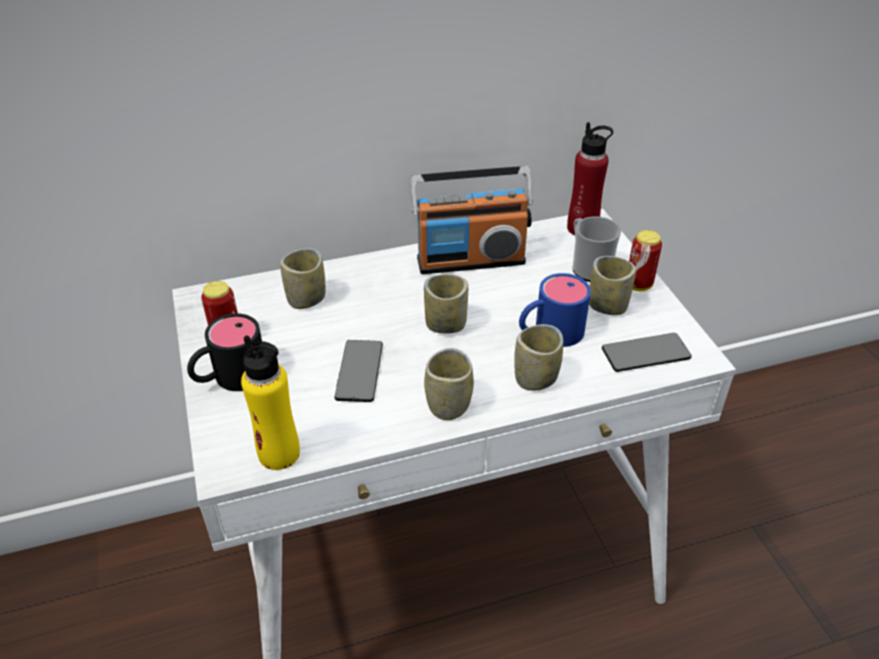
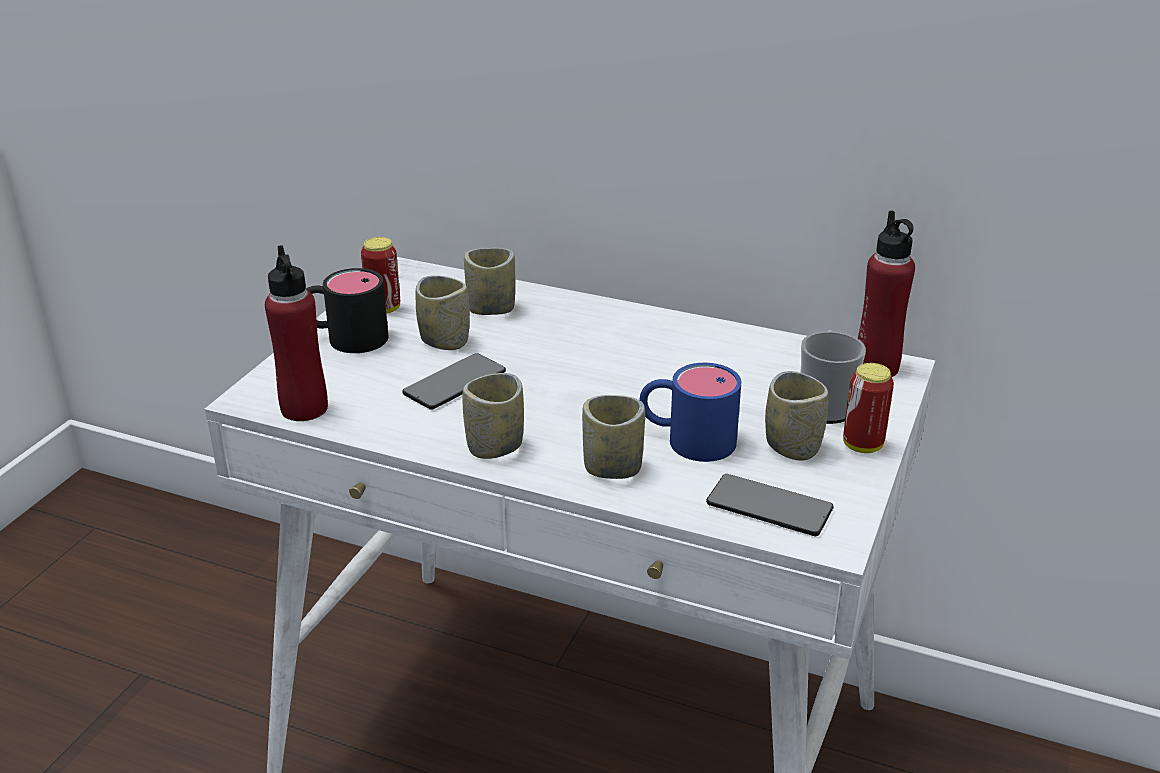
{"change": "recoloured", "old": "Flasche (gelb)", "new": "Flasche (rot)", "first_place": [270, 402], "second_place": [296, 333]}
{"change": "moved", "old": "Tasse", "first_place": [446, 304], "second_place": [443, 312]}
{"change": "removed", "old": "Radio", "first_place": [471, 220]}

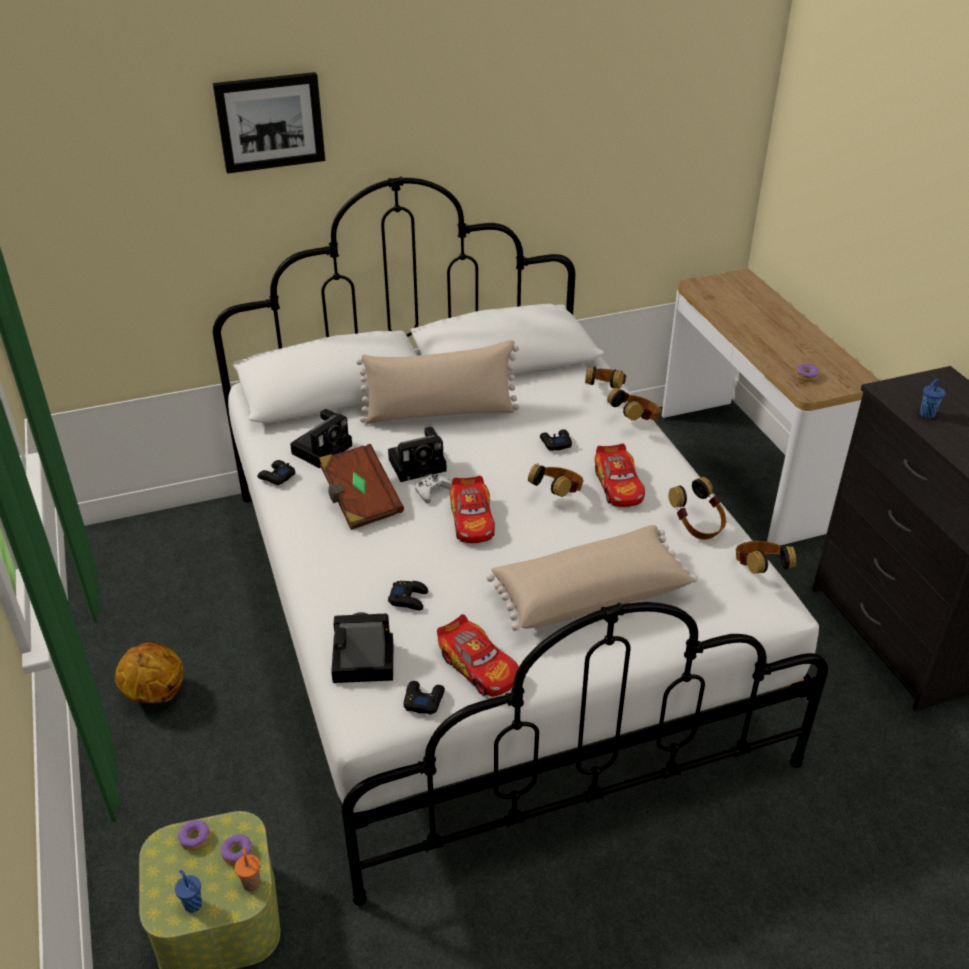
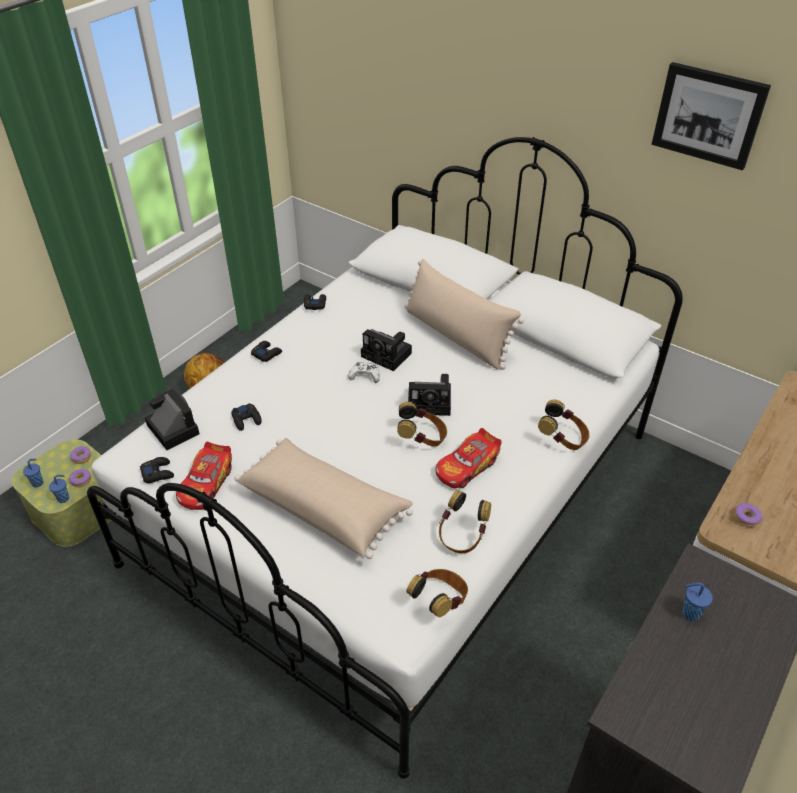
{"change": "recoloured", "old": "Tasse (orange)", "new": "Tasse (blau)", "first_place": [247, 869], "second_place": [59, 489]}
{"change": "moved", "old": "Gamepad (schwarz)", "first_place": [556, 440], "second_place": [266, 351]}
{"change": "moved", "old": "Kamera", "first_place": [321, 438], "second_place": [429, 395]}
{"change": "moved", "old": "Bild", "first_place": [269, 123], "second_place": [711, 116]}
{"change": "removed", "old": "Buch (braun)", "first_place": [361, 487]}
{"change": "removed", "old": "Spielzeugauto", "first_place": [472, 509]}
{"change": "removed", "old": "Kopfhörer", "first_place": [605, 377]}

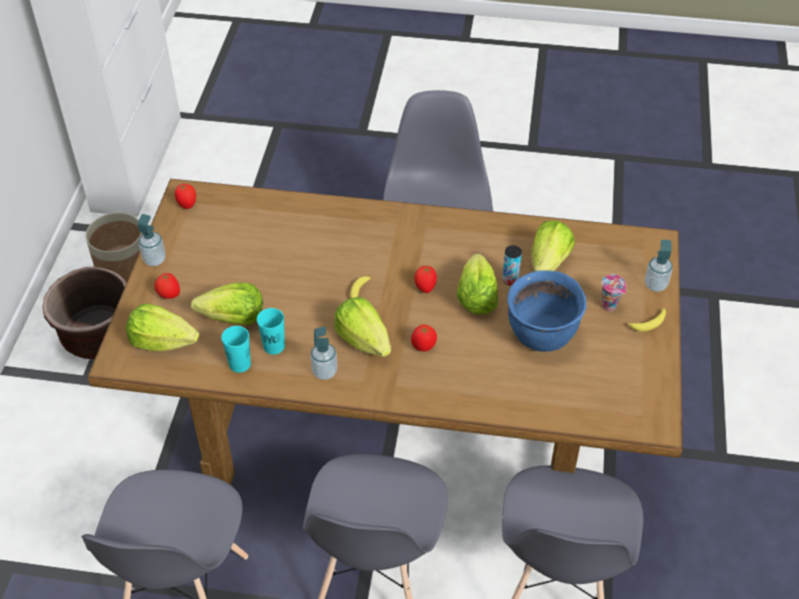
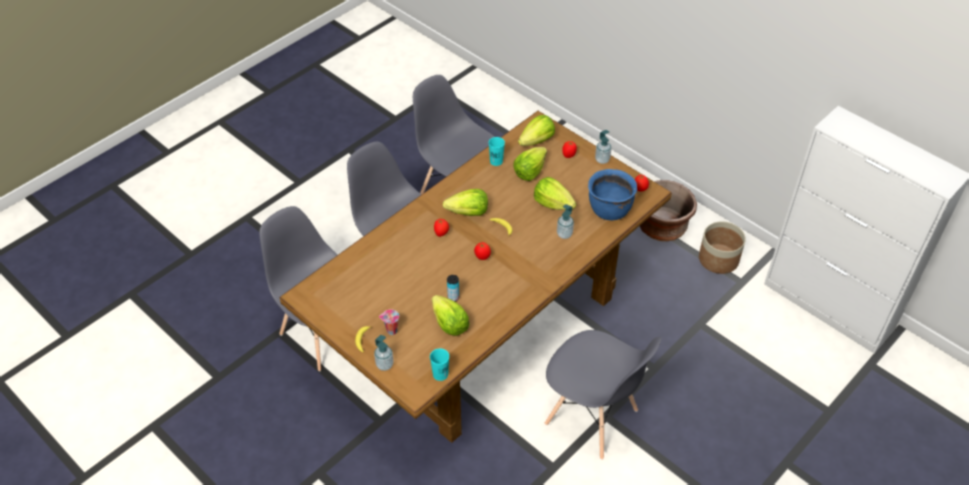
{"change": "moved", "old": "Tasse (türkis)", "first_place": [271, 331], "second_place": [439, 365]}
{"change": "moved", "old": "Salatkopf", "first_place": [477, 284], "second_place": [555, 193]}
{"change": "moved", "old": "Seifenspender", "first_place": [324, 353], "second_place": [565, 221]}
{"change": "moved", "old": "Kochtopf (blau)", "first_place": [546, 311], "second_place": [612, 194]}

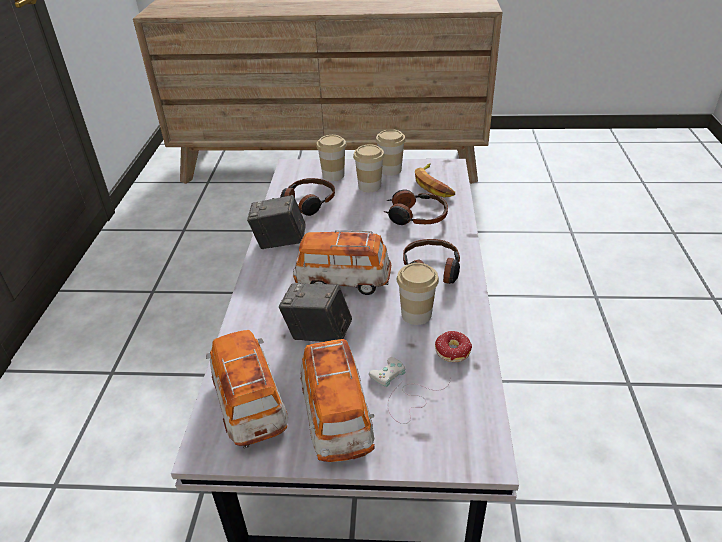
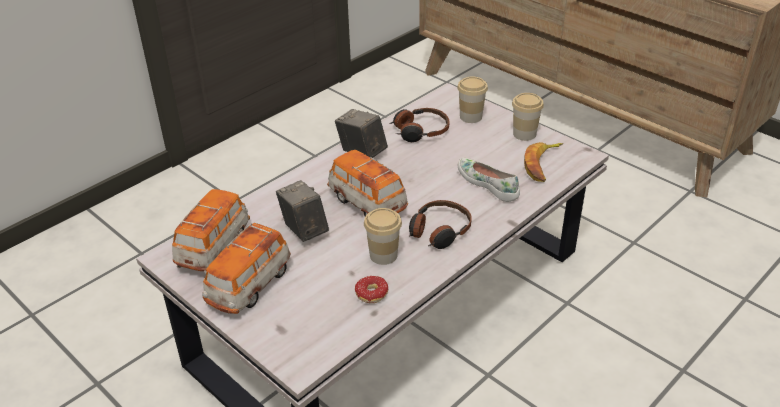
{"change": "replaced", "old": "Kopfhörer", "new": "Schuh (weiß)", "first_place": [415, 207], "second_place": [489, 180]}
{"change": "removed", "old": "Tasse", "first_place": [369, 168]}
{"change": "removed", "old": "Gamepad (weiß)", "first_place": [410, 390]}

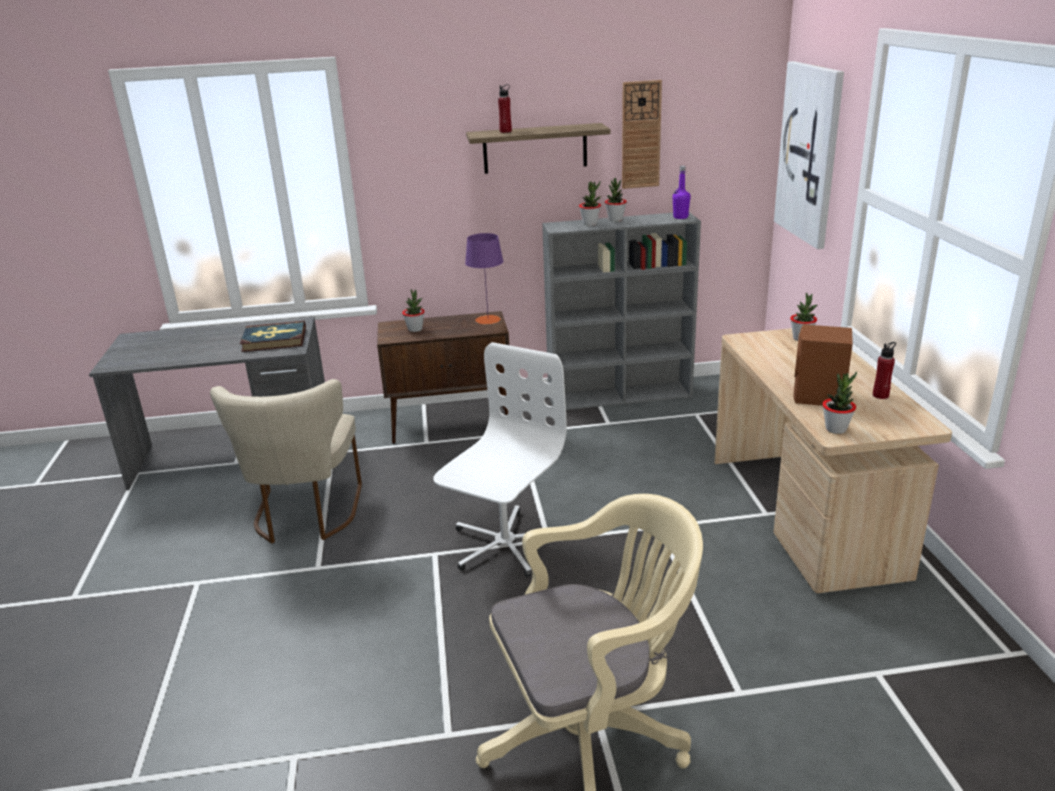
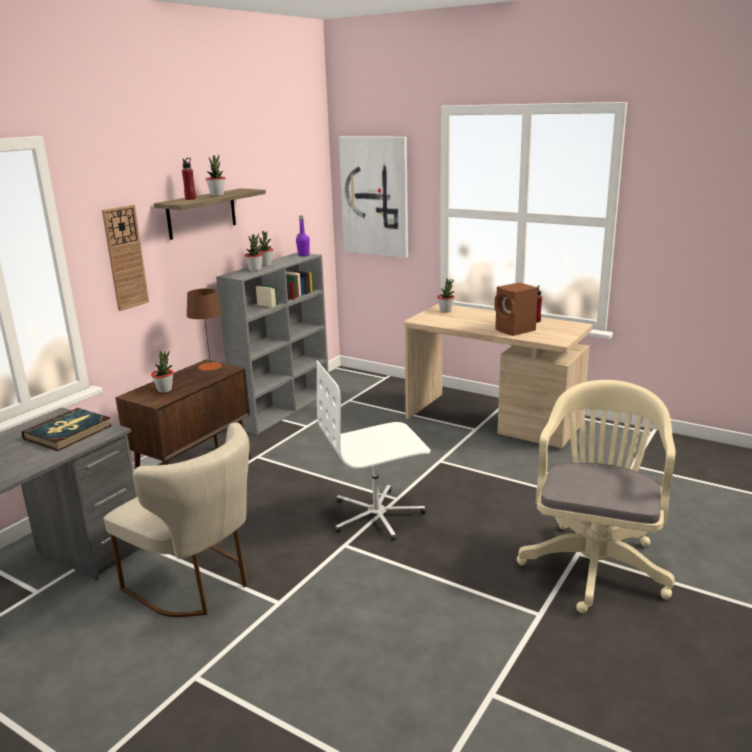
{"change": "moved", "old": "Wanduhr", "first_place": [642, 134], "second_place": [125, 258]}
{"change": "recoloured", "old": "Tischlampe (lila)", "new": "Tischlampe (braun)", "first_place": [484, 278], "second_place": [204, 329]}
{"change": "moved", "old": "Topfpflanze", "first_place": [840, 403], "second_place": [215, 175]}
{"change": "turned", "old": "Bürostuhl (weiß)", "first_place": [500, 459], "second_place": [373, 451], "degrees": -90}

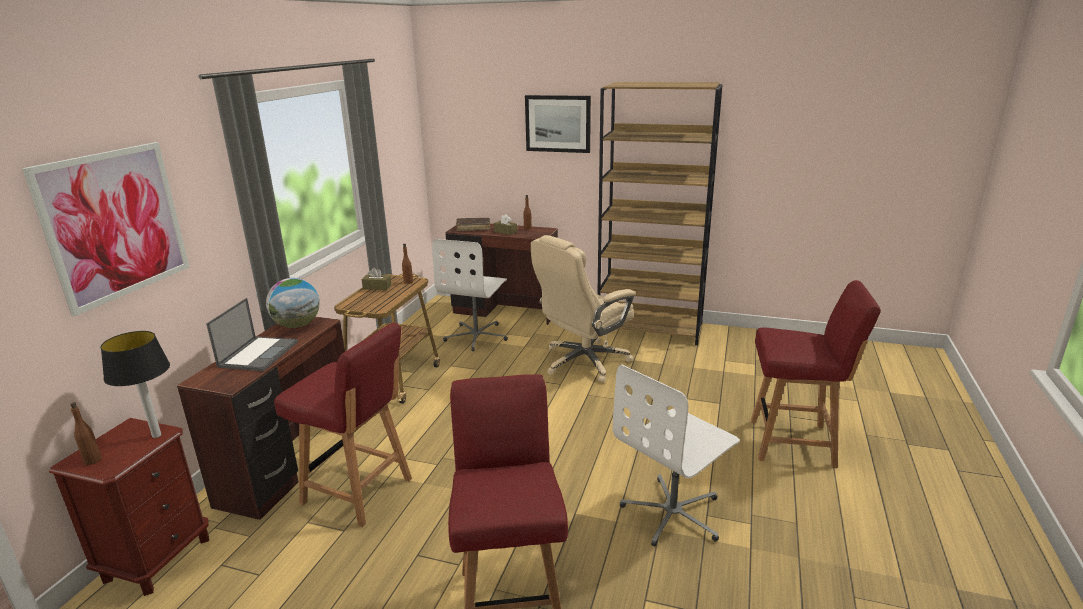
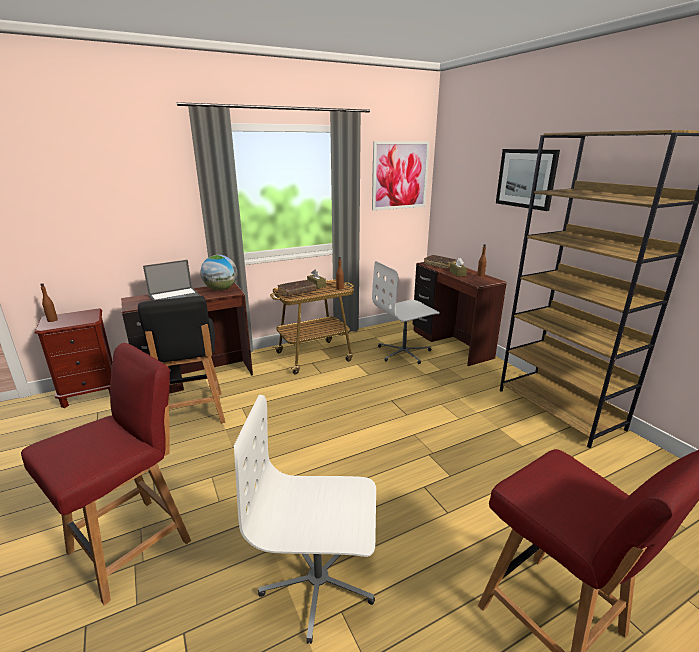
{"change": "recoloured", "old": "Stuhl (rot)", "new": "Stuhl (schwarz)", "first_place": [343, 425], "second_place": [181, 359]}
{"change": "added", "new": "Buch (braun)", "second_place": [296, 288]}
{"change": "moved", "old": "Bild", "first_place": [105, 229], "second_place": [401, 176]}
{"change": "removed", "old": "Tischlampe", "first_place": [135, 384]}
{"change": "removed", "old": "Bürostuhl (beige)", "first_place": [583, 309]}

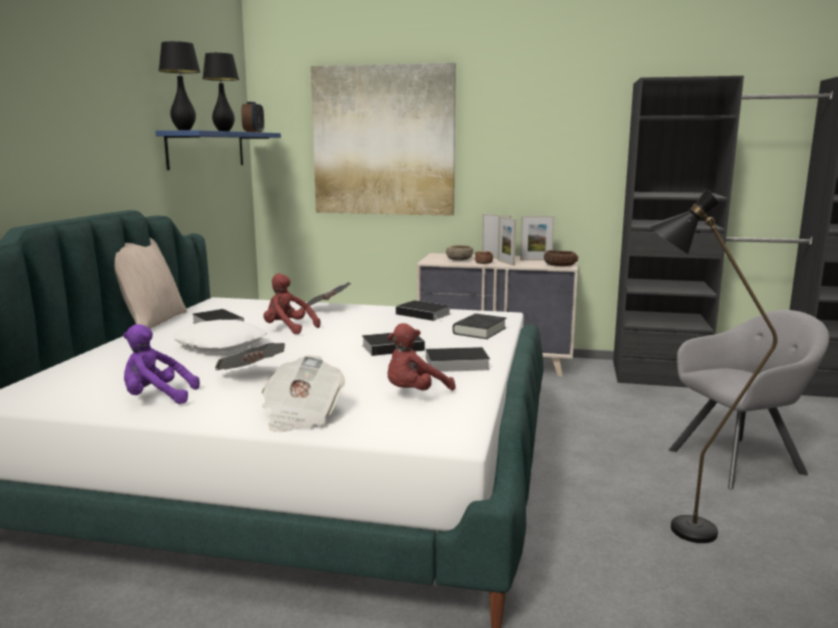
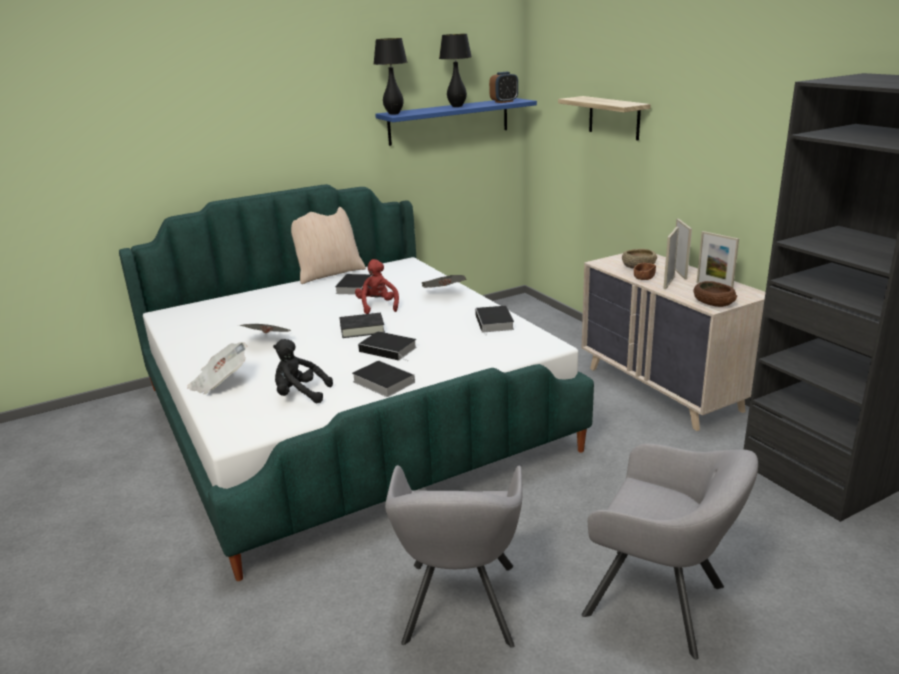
{"change": "recoloured", "old": "Plüschtier (rot)", "new": "Plüschtier (schwarz)", "first_place": [421, 357], "second_place": [303, 371]}
{"change": "moved", "old": "Buch (schwarz)", "first_place": [479, 326], "second_place": [362, 325]}
{"change": "replaced", "old": "Stehlampe (schwarz)", "new": "Sessel (grau)", "first_place": [712, 366], "second_place": [453, 556]}
{"change": "replaced", "old": "Bild", "new": "Wandregal", "first_place": [383, 139], "second_place": [604, 118]}
{"change": "removed", "old": "Plüschtier (lila)", "first_place": [161, 364]}
{"change": "removed", "old": "Kissen (weiß)", "first_place": [220, 336]}

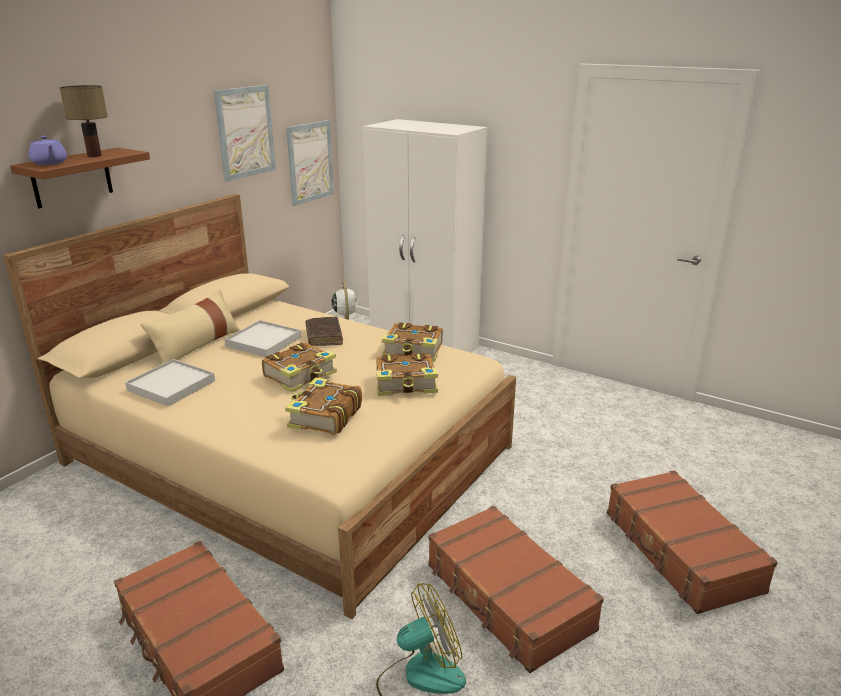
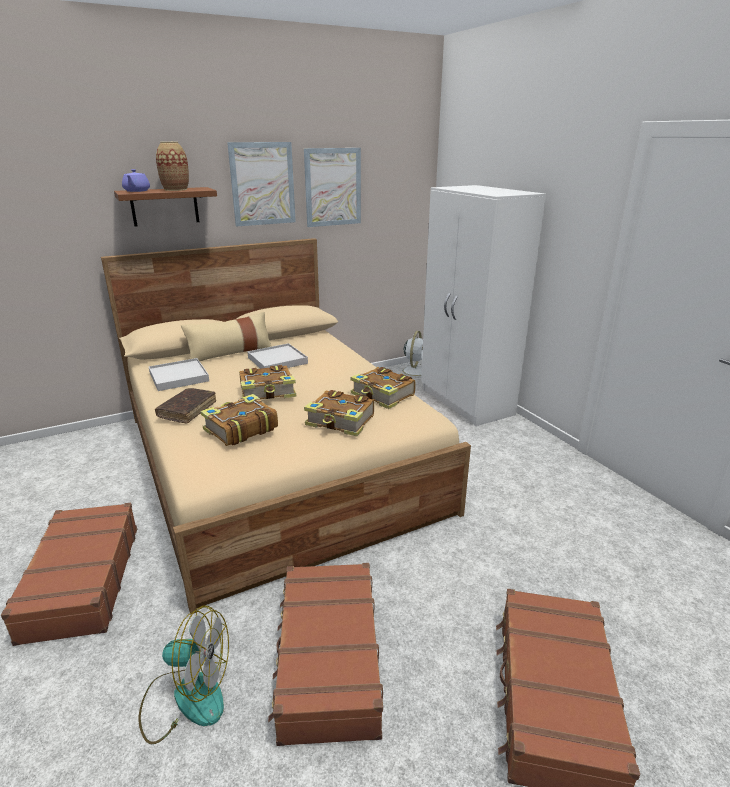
{"change": "moved", "old": "Buch (braun)", "first_place": [324, 331], "second_place": [185, 405]}
{"change": "replaced", "old": "Tischlampe", "new": "Vase", "first_place": [84, 121], "second_place": [172, 166]}
{"change": "moved", "old": "Bild", "first_place": [310, 163], "second_place": [261, 184]}

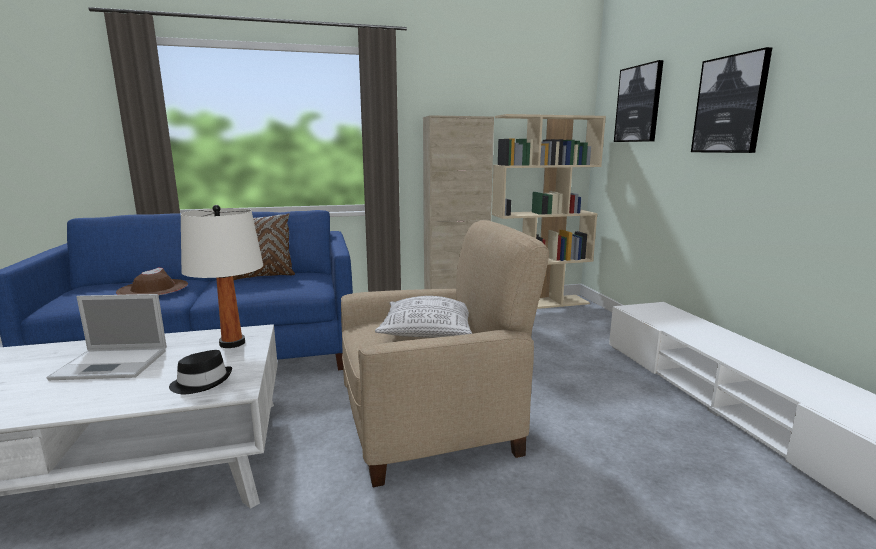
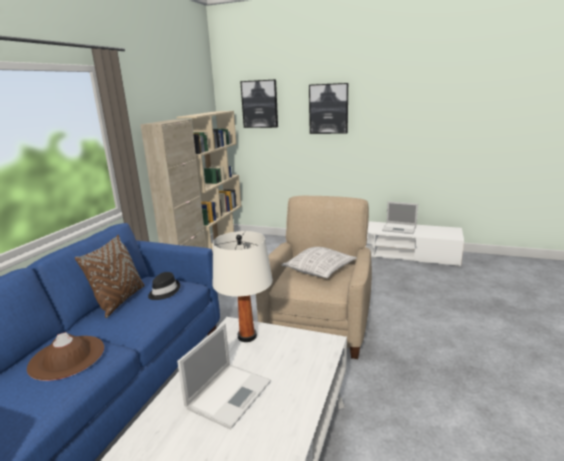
{"change": "moved", "old": "Hut (schwarz)", "first_place": [200, 372], "second_place": [164, 286]}
{"change": "added", "new": "Laptop", "second_place": [400, 217]}

